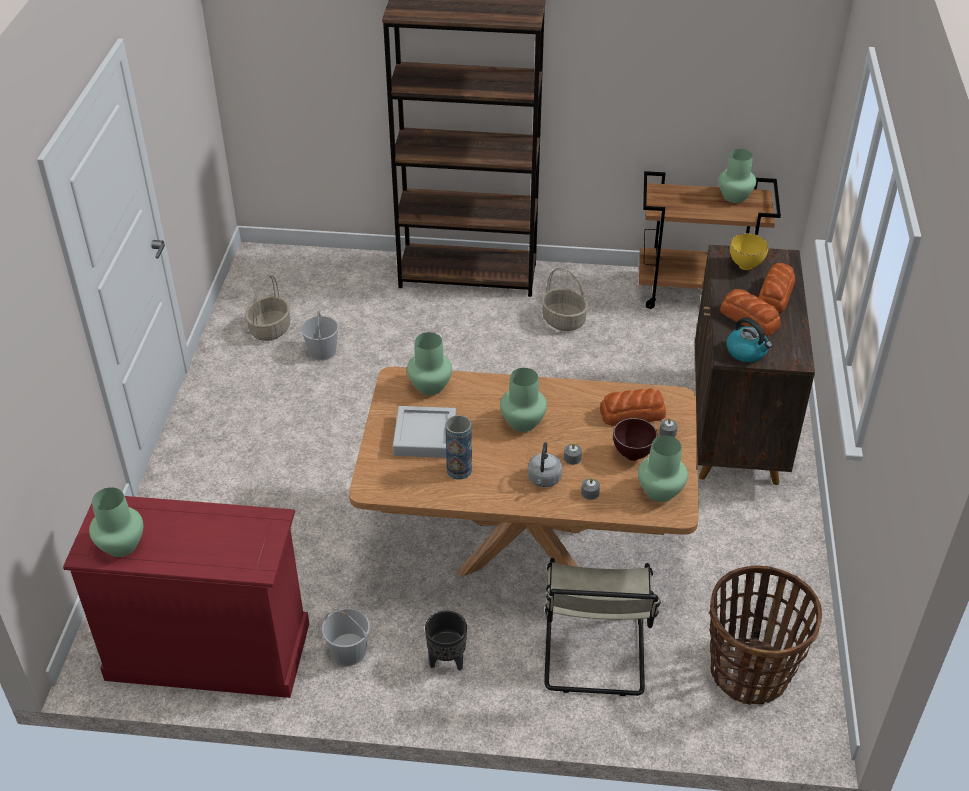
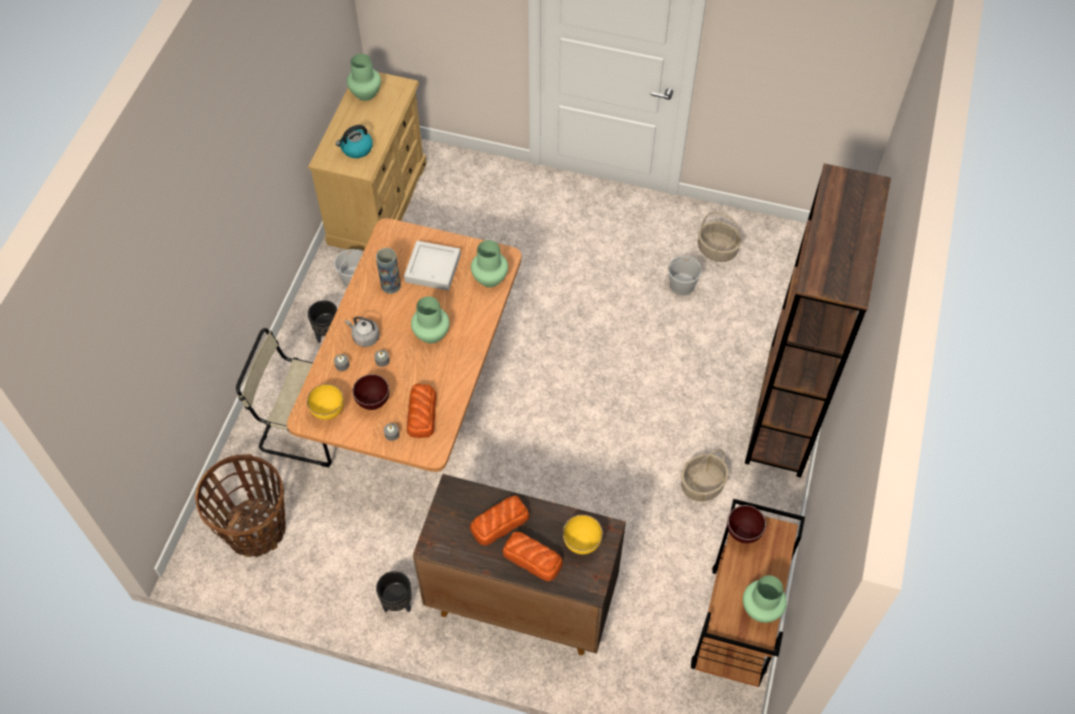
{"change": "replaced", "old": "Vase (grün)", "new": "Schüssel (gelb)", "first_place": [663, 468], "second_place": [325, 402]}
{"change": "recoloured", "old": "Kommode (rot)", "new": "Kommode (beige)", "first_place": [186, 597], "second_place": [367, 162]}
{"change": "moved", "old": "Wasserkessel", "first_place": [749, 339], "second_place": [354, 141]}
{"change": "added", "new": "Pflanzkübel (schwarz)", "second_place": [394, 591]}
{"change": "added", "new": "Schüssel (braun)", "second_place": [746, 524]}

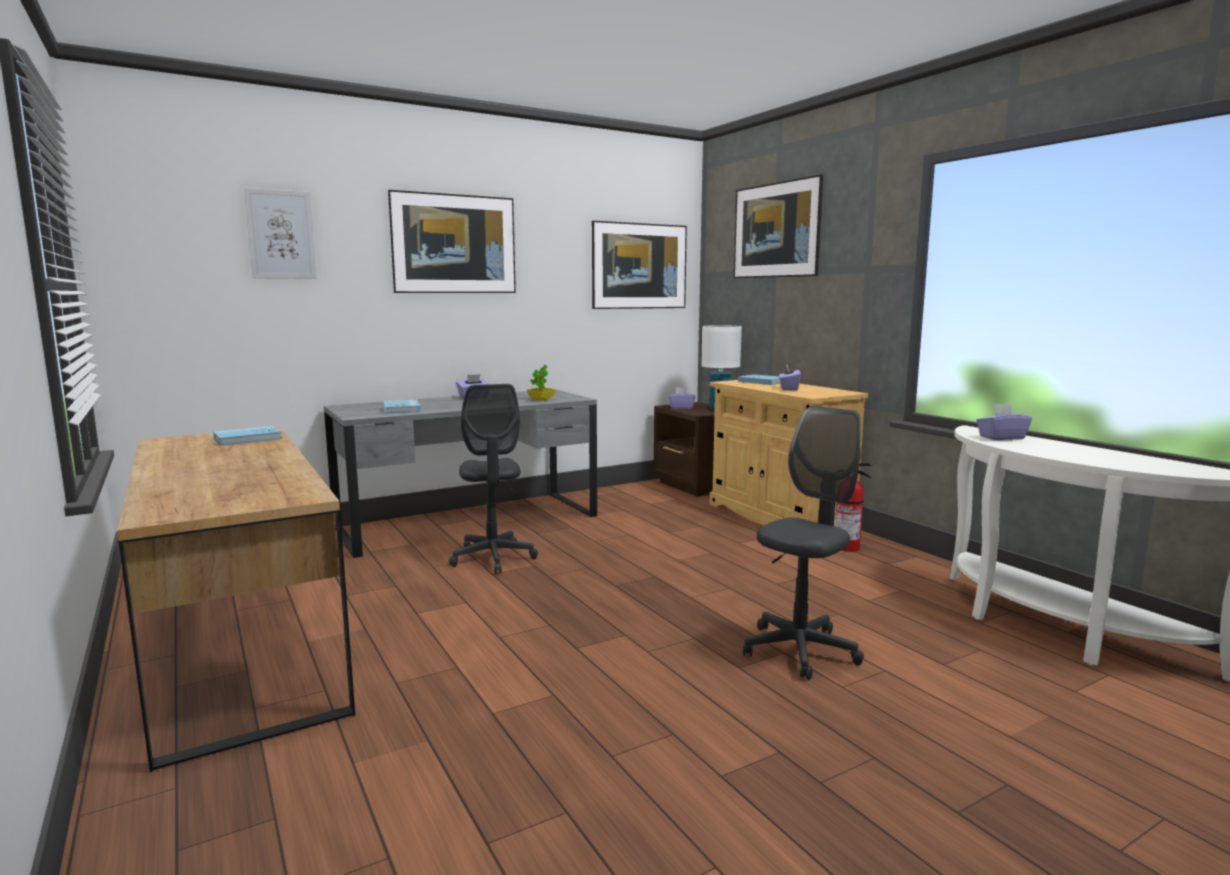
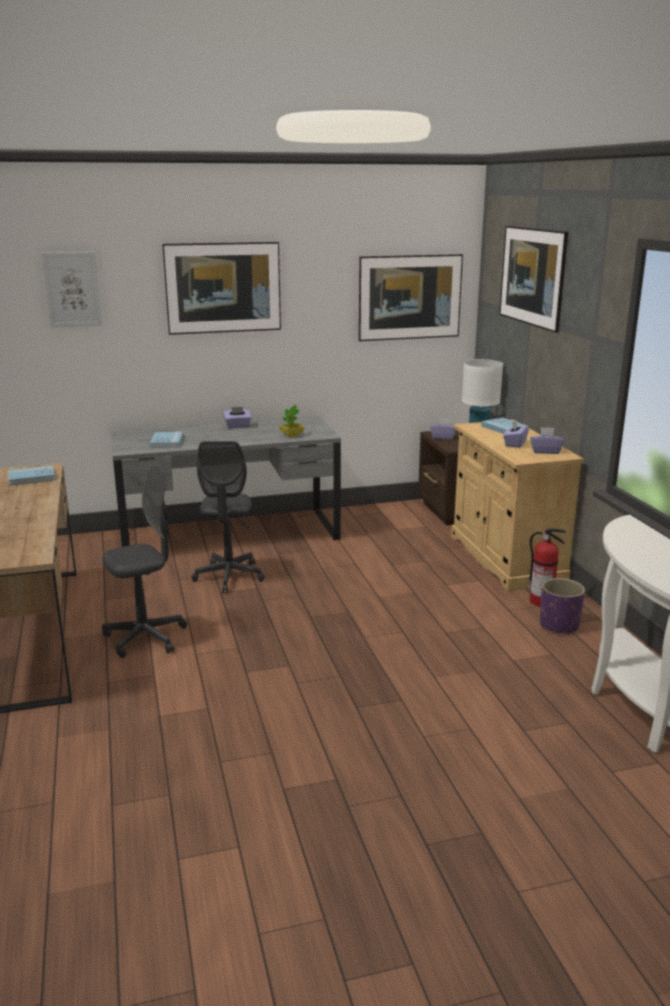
{"change": "moved", "old": "Bürostuhl (grau)", "first_place": [803, 543], "second_place": [144, 561]}
{"change": "moved", "old": "Taschentuchbox (lila)", "first_place": [1004, 422], "second_place": [547, 440]}
{"change": "added", "new": "Pflanzkübel (lila)", "second_place": [562, 606]}

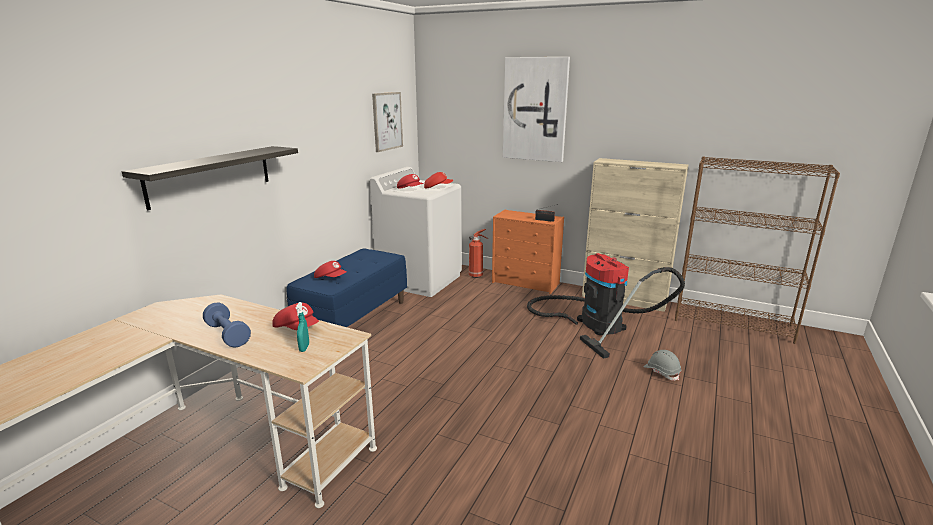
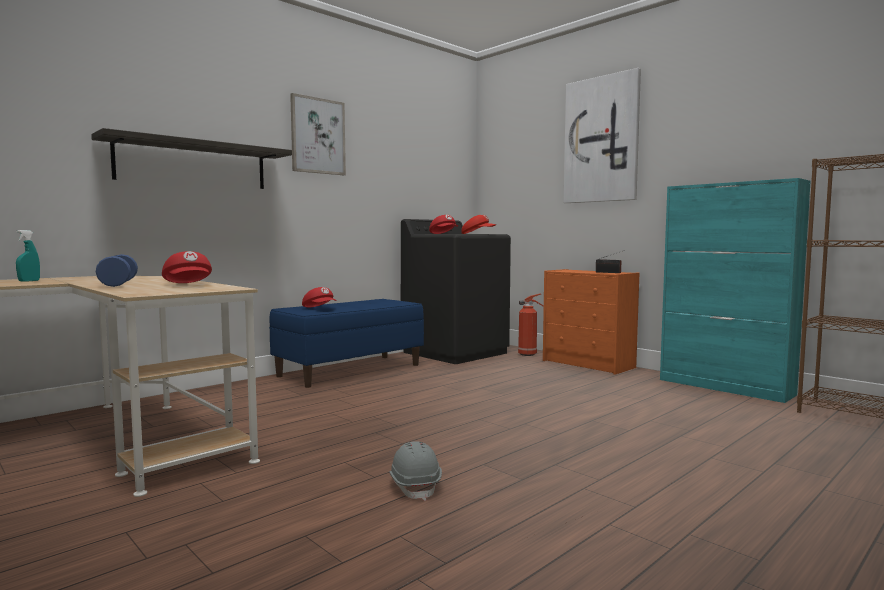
{"change": "moved", "old": "Sprühflasche (türkis)", "first_place": [302, 327], "second_place": [28, 256]}
{"change": "moved", "old": "Bild", "first_place": [387, 122], "second_place": [318, 134]}
{"change": "moved", "old": "Schutzhelm (grau)", "first_place": [662, 365], "second_place": [415, 471]}
{"change": "recoloured", "old": "Waschmaschine (weiß)", "new": "Waschmaschine (schwarz)", "first_place": [416, 232], "second_place": [456, 291]}
{"change": "recoloured", "old": "Schrank (beige)", "new": "Schrank (türkis)", "first_place": [635, 235], "second_place": [735, 290]}
{"change": "removed", "old": "Staubsauger", "first_place": [606, 306]}

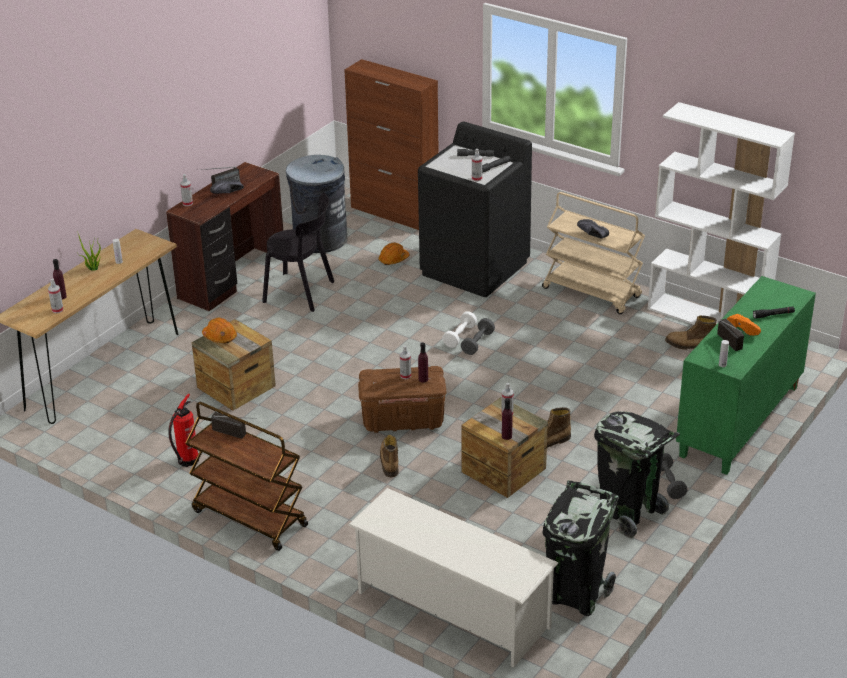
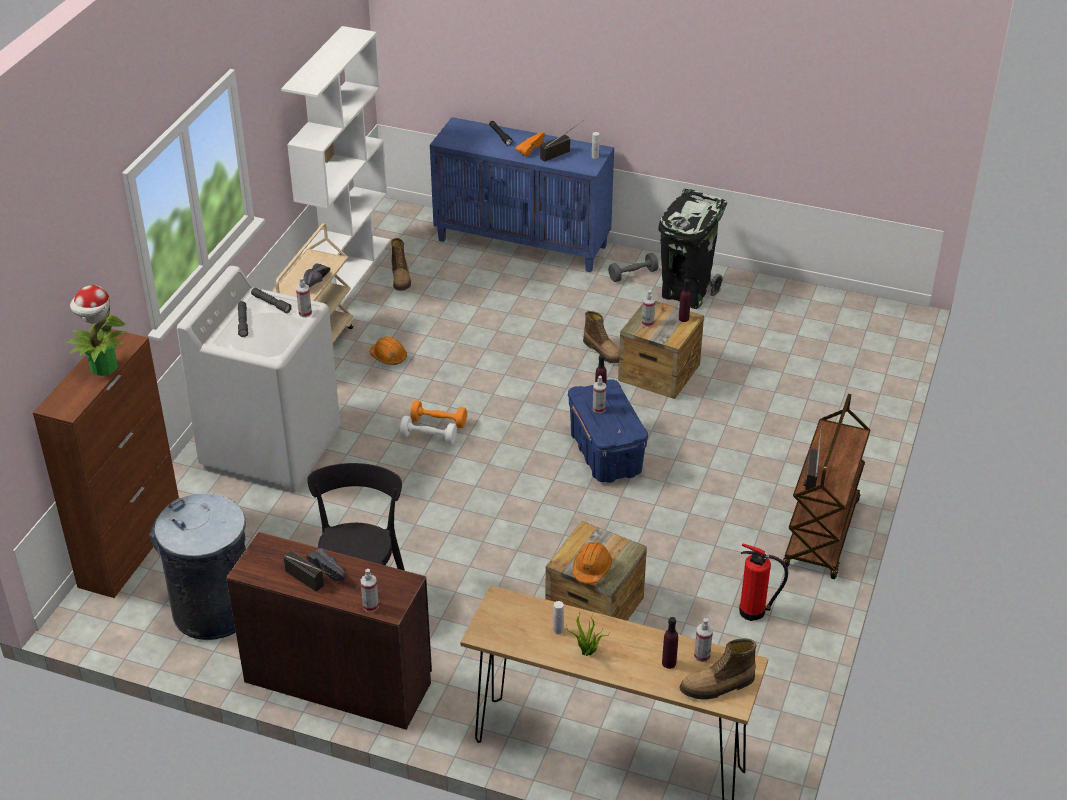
{"change": "added", "new": "Topfpflanze", "second_place": [97, 330]}
{"change": "recoloured", "old": "Waschmaschine (schwarz)", "new": "Waschmaschine (weiß)", "first_place": [475, 209], "second_place": [258, 379]}
{"change": "moved", "old": "Schutzhelm (orange)", "first_place": [394, 254], "second_place": [388, 350]}
{"change": "recoloured", "old": "Hantel (grau)", "new": "Hantel (orange)", "first_place": [478, 336], "second_place": [438, 414]}
{"change": "recoloured", "old": "Schrank (grün)", "new": "Schrank (blau)", "first_place": [746, 375], "second_place": [522, 194]}
{"change": "recoloured", "old": "Aufbewahrungsbox (braun)", "new": "Aufbewahrungsbox (blau)", "first_place": [402, 399], "second_place": [608, 431]}
{"change": "moved", "old": "Stiefel", "first_place": [389, 456], "second_place": [717, 669]}
{"change": "removed", "old": "Schuhregal (weiß)", "first_place": [453, 577]}
{"change": "removed", "old": "Mülleimer (schwarz)", "first_place": [581, 548]}

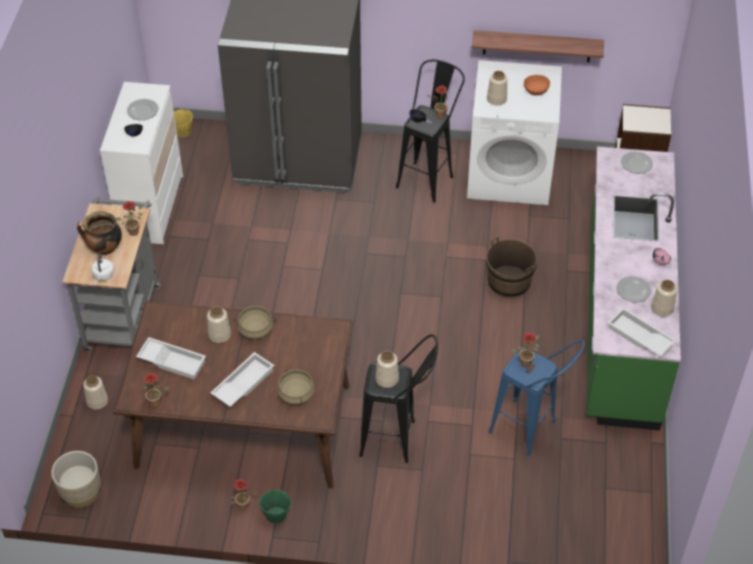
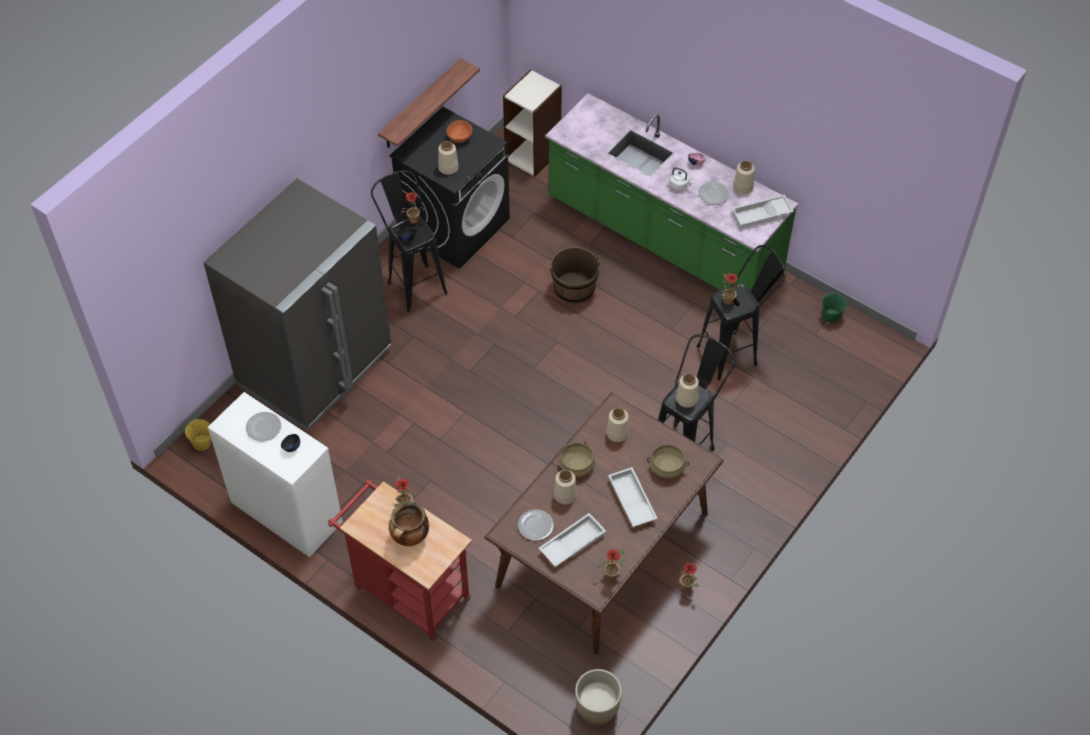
{"change": "recoloured", "old": "Rollwagen (grau)", "new": "Rollwagen (rot)", "first_place": [112, 274], "second_place": [400, 560]}
{"change": "recoloured", "old": "Waschmaschine (weiß)", "new": "Waschmaschine (schwarz)", "first_place": [514, 132], "second_place": [449, 187]}
{"change": "moved", "old": "Teller", "first_place": [637, 162], "second_place": [536, 525]}
{"change": "moved", "old": "Vase (beige)", "first_place": [95, 392], "second_place": [617, 425]}
{"change": "moved", "old": "Wasserkessel (weiß)", "first_place": [102, 267], "second_place": [681, 179]}
{"change": "recoloured", "old": "Hocker (blau)", "new": "Hocker (schwarz)", "first_place": [536, 398], "second_place": [741, 312]}
{"change": "moved", "old": "Eimer (grün)", "first_place": [275, 506], "second_place": [834, 308]}

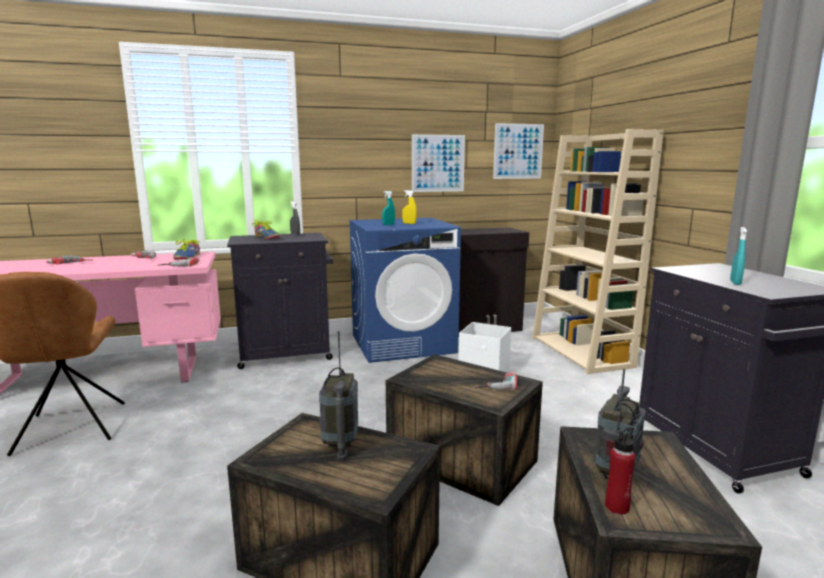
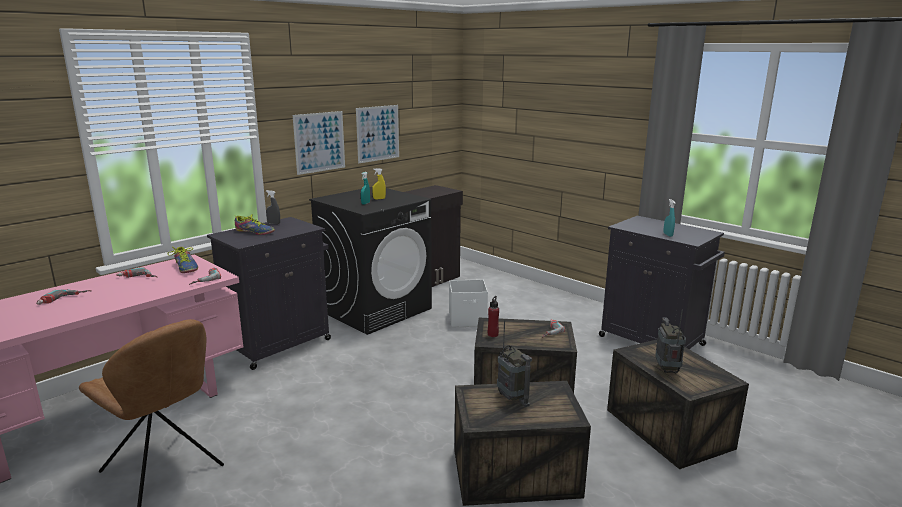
{"change": "moved", "old": "Bild", "first_place": [518, 151], "second_place": [319, 143]}
{"change": "recoloured", "old": "Waschmaschine (blau)", "new": "Waschmaschine (schwarz)", "first_place": [405, 290], "second_place": [370, 261]}
{"change": "moved", "old": "Flasche (rot)", "first_place": [620, 470], "second_place": [493, 316]}
{"change": "removed", "old": "Bücherregal (beige)", "first_place": [598, 251]}

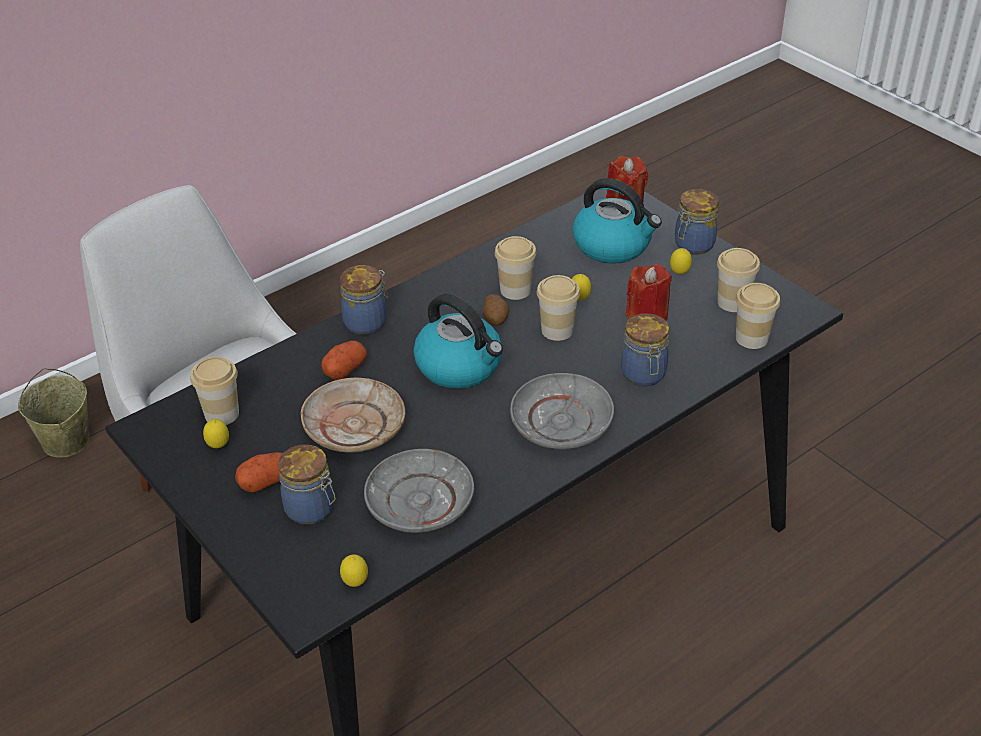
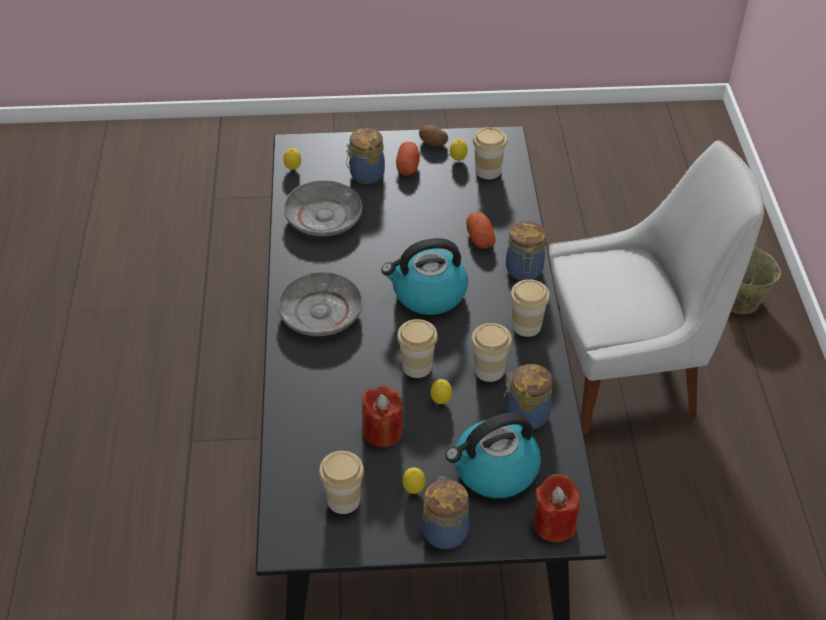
{"change": "moved", "old": "Kartoffel", "first_place": [496, 310], "second_place": [433, 136]}
{"change": "moved", "old": "Vorratsglas", "first_place": [645, 349], "second_place": [528, 396]}
{"change": "moved", "old": "Tasse", "first_place": [758, 316], "second_place": [530, 308]}
{"change": "removed", "old": "Teller (beige)", "first_place": [353, 415]}

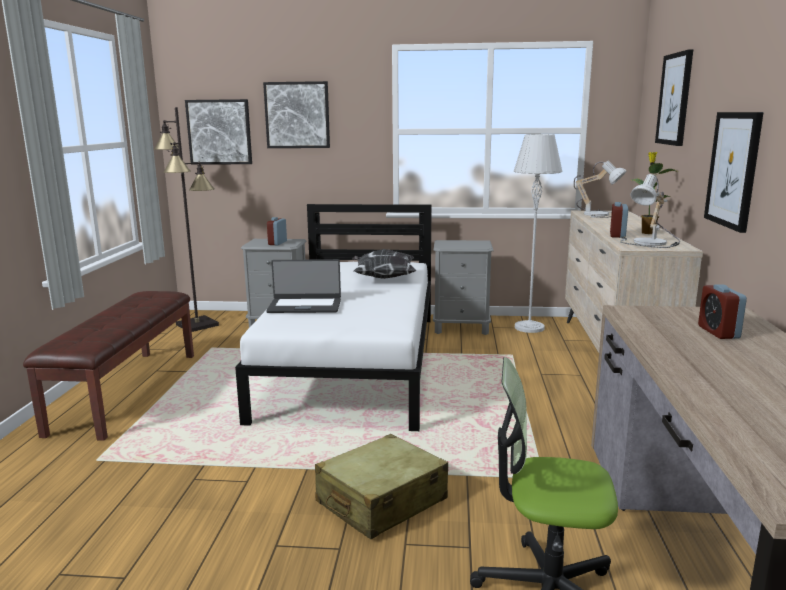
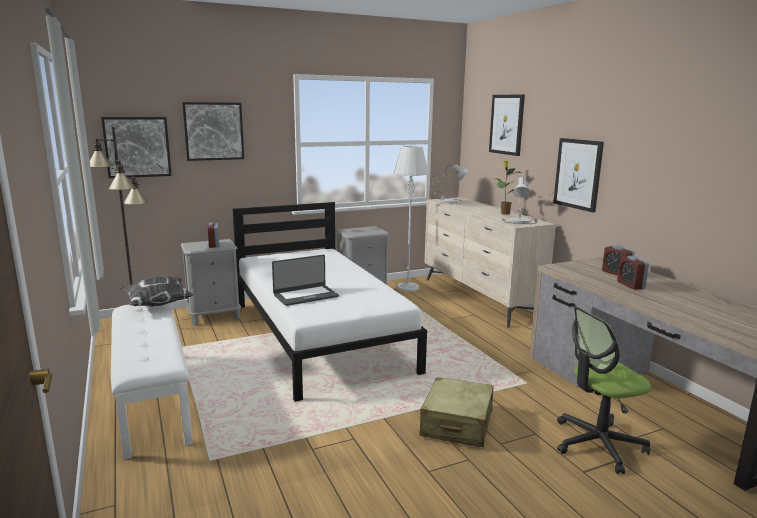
{"change": "recoloured", "old": "Bank (braun)", "new": "Bank (weiß)", "first_place": [108, 366], "second_place": [152, 381]}
{"change": "moved", "old": "Kissen", "first_place": [385, 264], "second_place": [156, 292]}
{"change": "moved", "old": "Wecker", "first_place": [619, 220], "second_place": [633, 273]}

